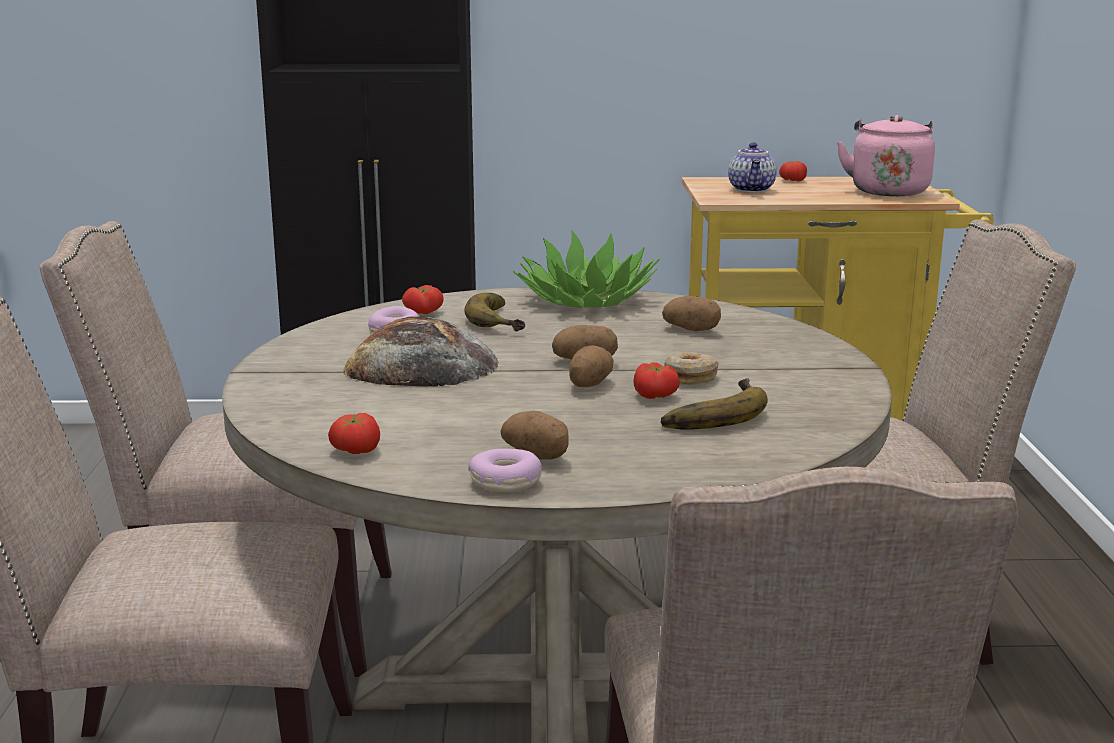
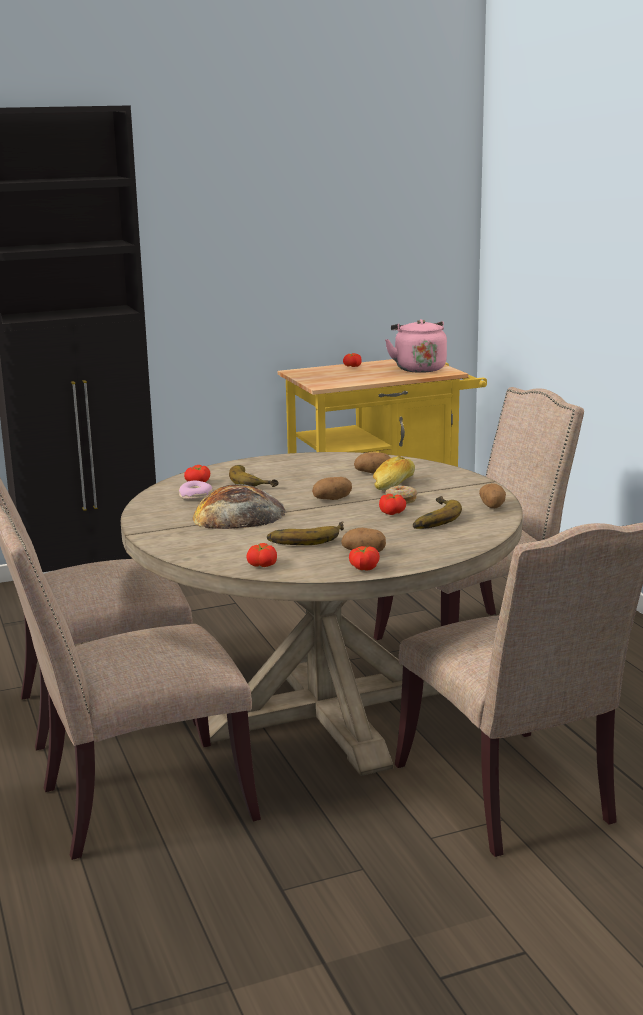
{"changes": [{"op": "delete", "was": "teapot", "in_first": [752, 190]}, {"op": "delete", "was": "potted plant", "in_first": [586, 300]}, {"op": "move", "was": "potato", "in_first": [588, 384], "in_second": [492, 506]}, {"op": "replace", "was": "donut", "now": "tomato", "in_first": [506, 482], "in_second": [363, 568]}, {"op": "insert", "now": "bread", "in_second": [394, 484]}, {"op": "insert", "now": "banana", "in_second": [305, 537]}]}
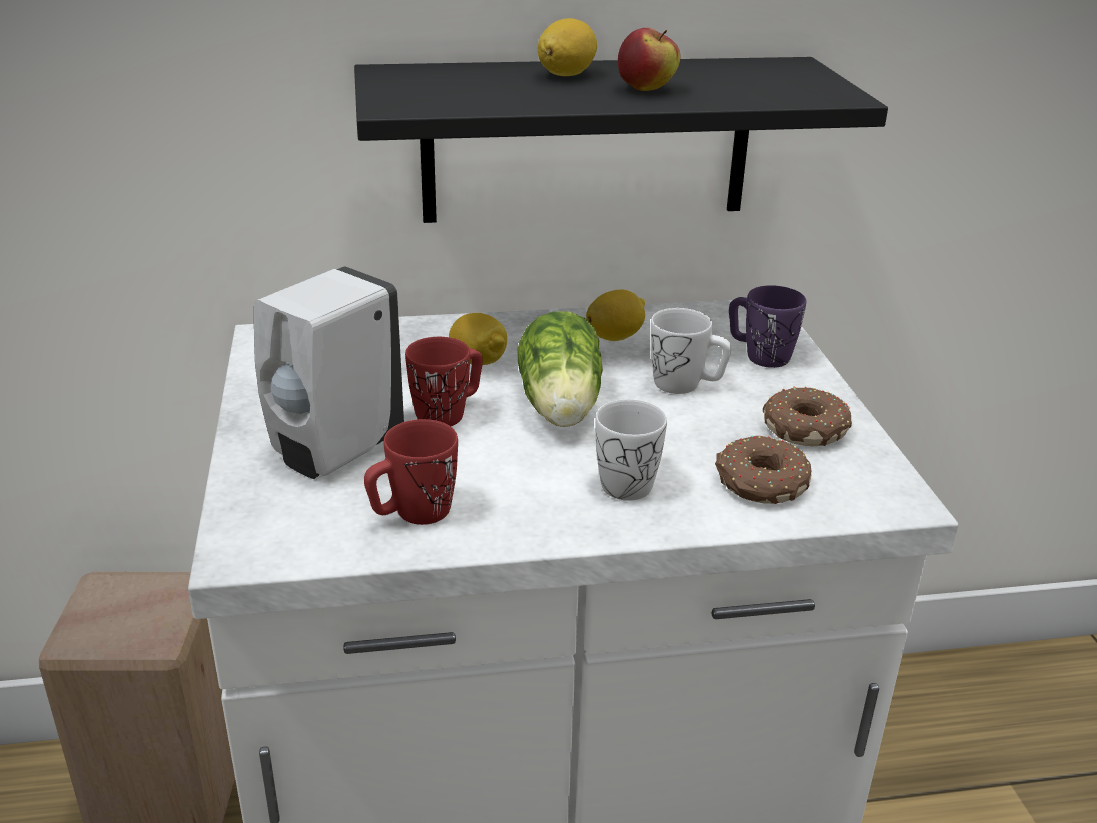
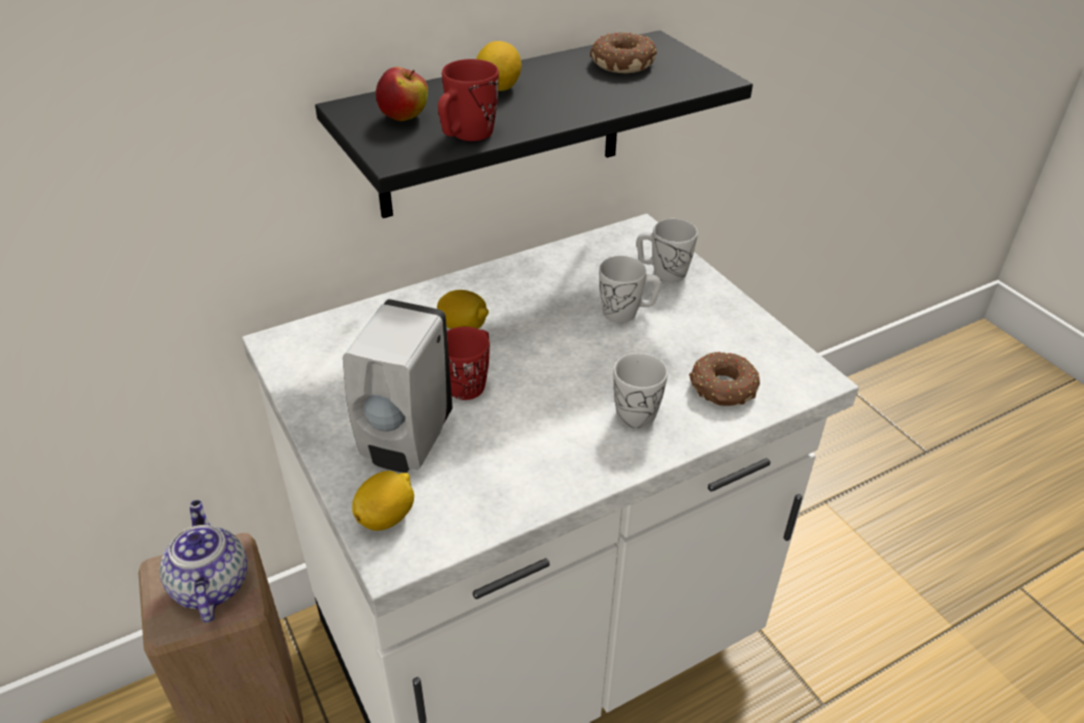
{"changes": [{"op": "move", "was": "apple", "in_first": [646, 89], "in_second": [404, 117]}, {"op": "recolor", "was": "purple mug", "now": "white mug", "in_first": [759, 355], "in_second": [662, 272]}, {"op": "move", "was": "lemon", "in_first": [615, 337], "in_second": [386, 517]}, {"op": "delete", "was": "lettuce", "in_first": [560, 408]}, {"op": "move", "was": "donut", "in_first": [805, 428], "in_second": [622, 63]}, {"op": "move", "was": "red mug", "in_first": [412, 514], "in_second": [466, 136]}, {"op": "insert", "now": "teapot", "in_second": [210, 584]}]}
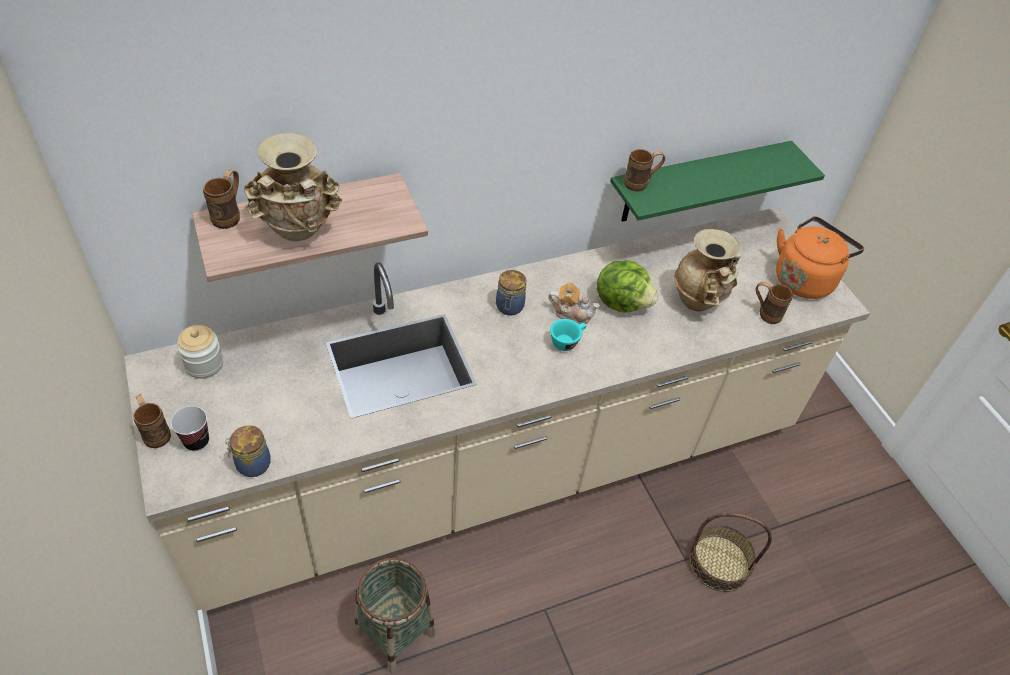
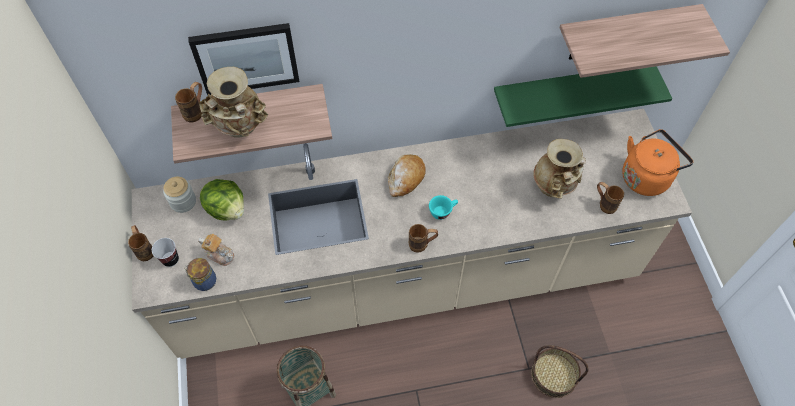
{"changes": [{"op": "move", "was": "brown mug", "in_first": [641, 184], "in_second": [422, 244]}, {"op": "move", "was": "lettuce", "in_first": [622, 302], "in_second": [227, 209]}, {"op": "replace", "was": "jar", "now": "bread", "in_first": [509, 307], "in_second": [406, 178]}, {"op": "move", "was": "teapot", "in_first": [572, 313], "in_second": [219, 254]}, {"op": "insert", "now": "shelf", "in_second": [624, 32]}, {"op": "insert", "now": "picture", "in_second": [246, 58]}]}
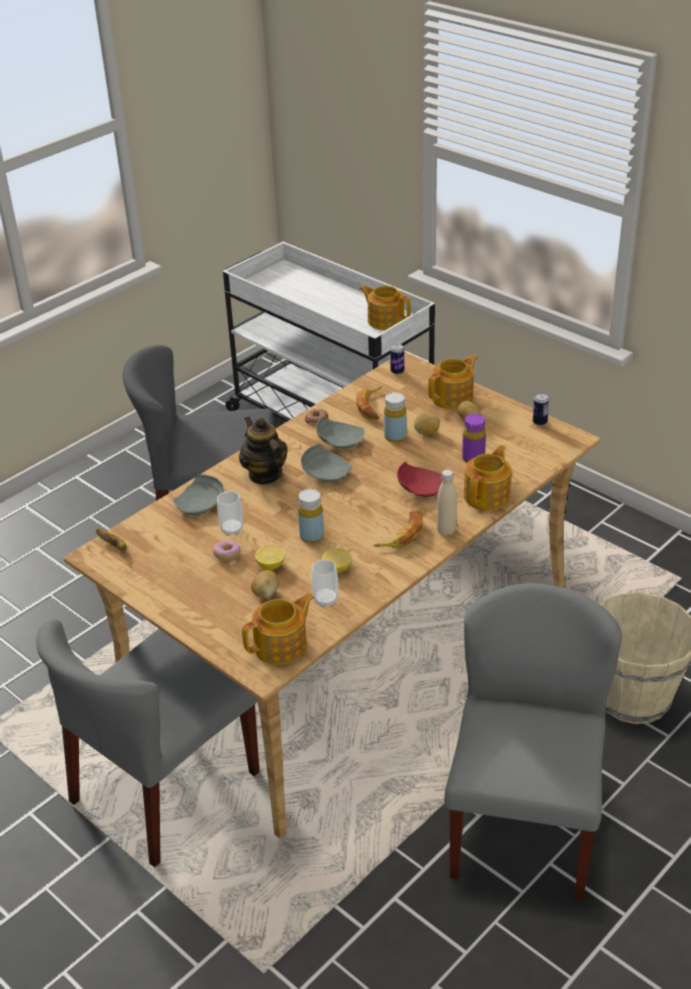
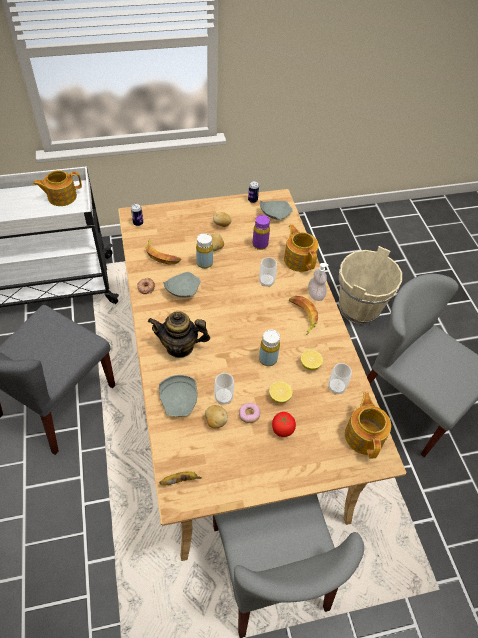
{"changes": [{"op": "delete", "was": "teapot", "in_first": [453, 397]}, {"op": "move", "was": "grey plate", "in_first": [326, 472], "in_second": [274, 214]}, {"op": "replace", "was": "red plate", "now": "cup", "in_first": [421, 488], "in_second": [266, 282]}, {"op": "replace", "was": "beige bottle", "now": "soap dispenser", "in_first": [446, 530], "in_second": [315, 295]}, {"op": "move", "was": "potato", "in_first": [266, 593], "in_second": [215, 421]}, {"op": "insert", "now": "tomato", "in_second": [282, 429]}]}
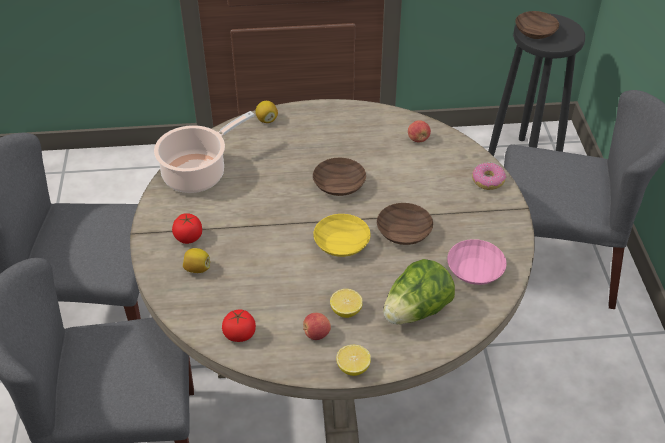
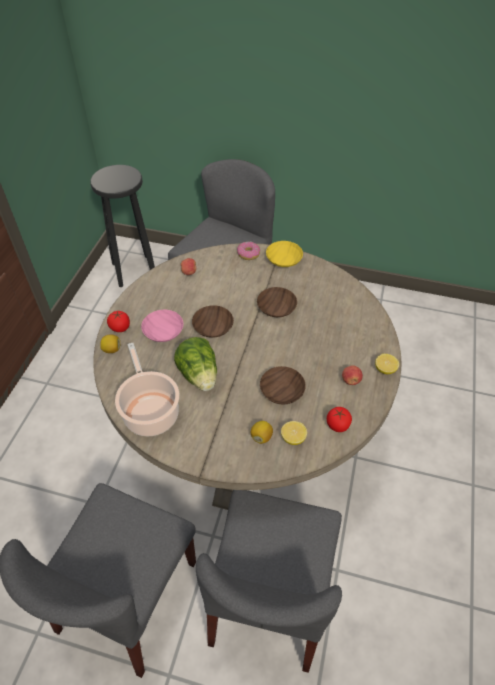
{"changes": [{"op": "move", "was": "brown bowl", "in_first": [536, 32], "in_second": [282, 390]}, {"op": "move", "was": "tomato", "in_first": [188, 237], "in_second": [120, 327]}, {"op": "move", "was": "yellow bowl", "in_first": [343, 244], "in_second": [284, 259]}, {"op": "move", "was": "pink bowl", "in_first": [475, 272], "in_second": [164, 332]}, {"op": "move", "was": "lettuce", "in_first": [416, 311], "in_second": [199, 375]}, {"op": "move", "was": "lemon", "in_first": [346, 311], "in_second": [293, 438]}]}
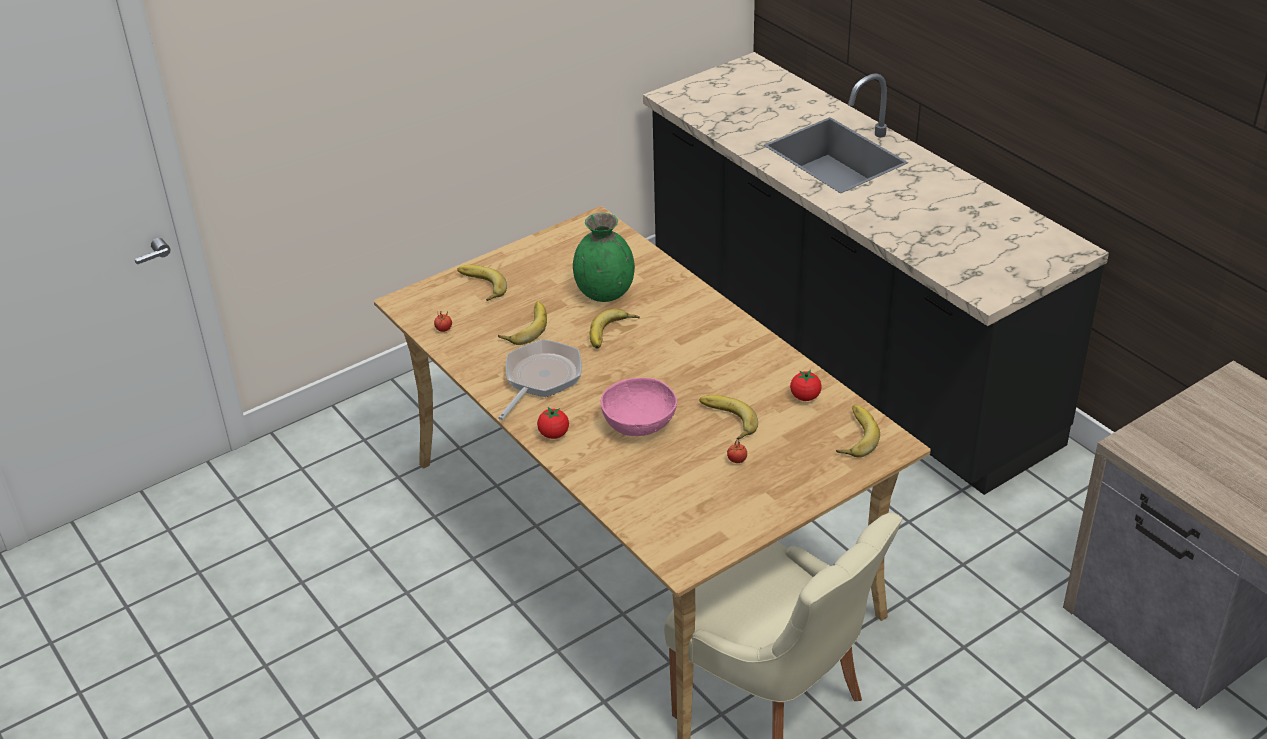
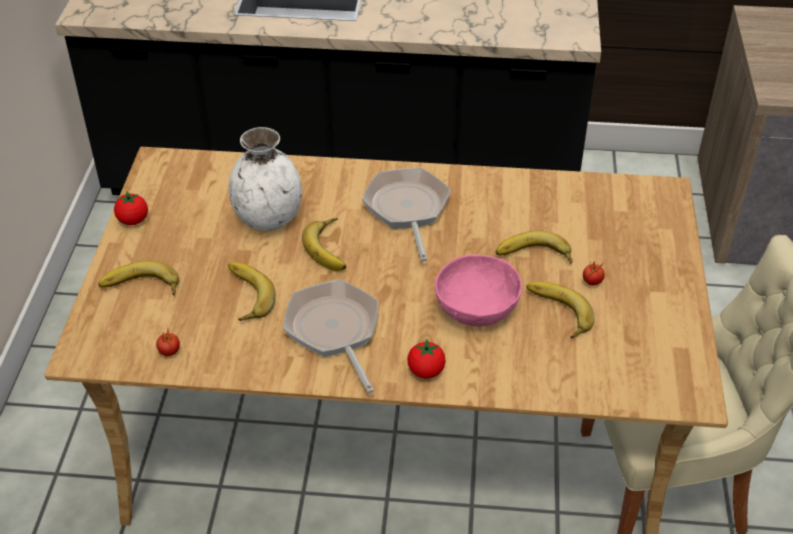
{"changes": [{"op": "recolor", "was": "green vase", "now": "white vase", "in_first": [605, 293], "in_second": [268, 218]}, {"op": "move", "was": "tomato", "in_first": [805, 397], "in_second": [133, 220]}, {"op": "move", "was": "banana", "in_first": [853, 435], "in_second": [556, 313]}, {"op": "insert", "now": "frying pan", "in_second": [407, 210]}]}
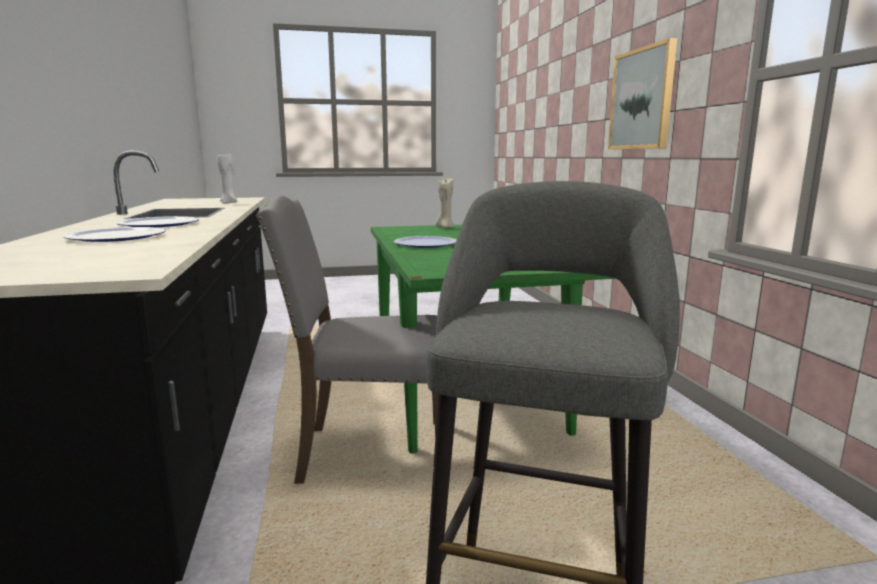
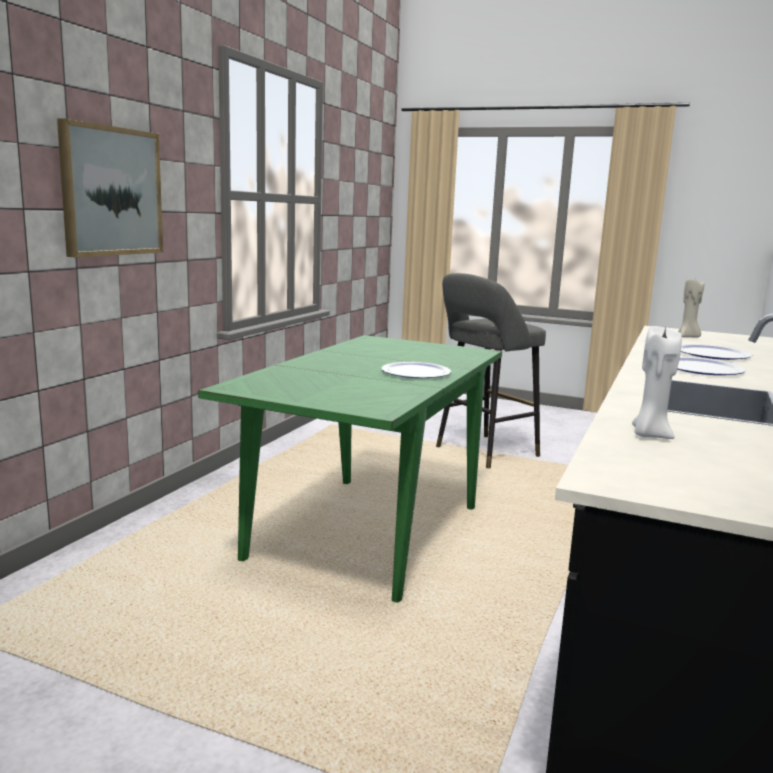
{"changes": [{"op": "move", "was": "beige candle", "in_first": [444, 227], "in_second": [688, 337]}, {"op": "delete", "was": "grey chair", "in_first": [369, 453]}]}
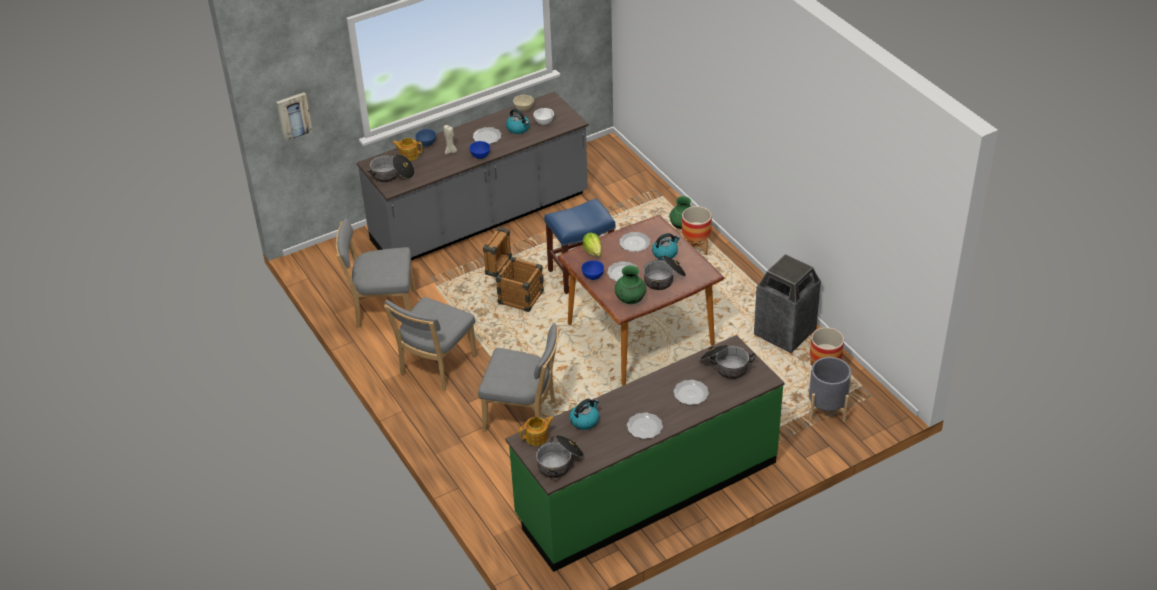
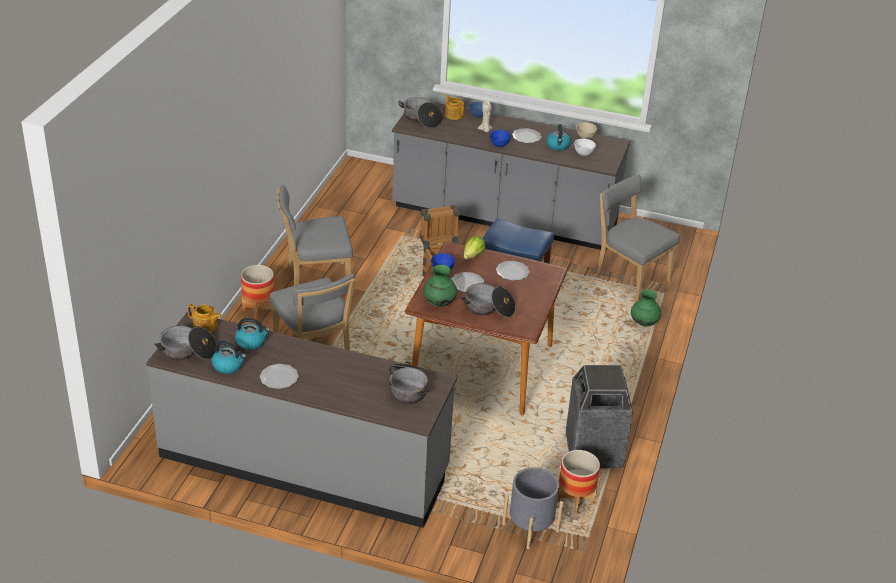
{"changes": [{"op": "delete", "was": "picture", "in_first": [293, 115]}, {"op": "move", "was": "planter", "in_first": [696, 248], "in_second": [259, 312]}, {"op": "move", "was": "grey chair", "in_first": [382, 309], "in_second": [629, 277]}, {"op": "move", "was": "kettle", "in_first": [665, 253], "in_second": [229, 366]}, {"op": "recolor", "was": "green counter", "now": "grey counter", "in_first": [646, 490], "in_second": [304, 463]}, {"op": "delete", "was": "plate", "in_first": [691, 394]}]}
